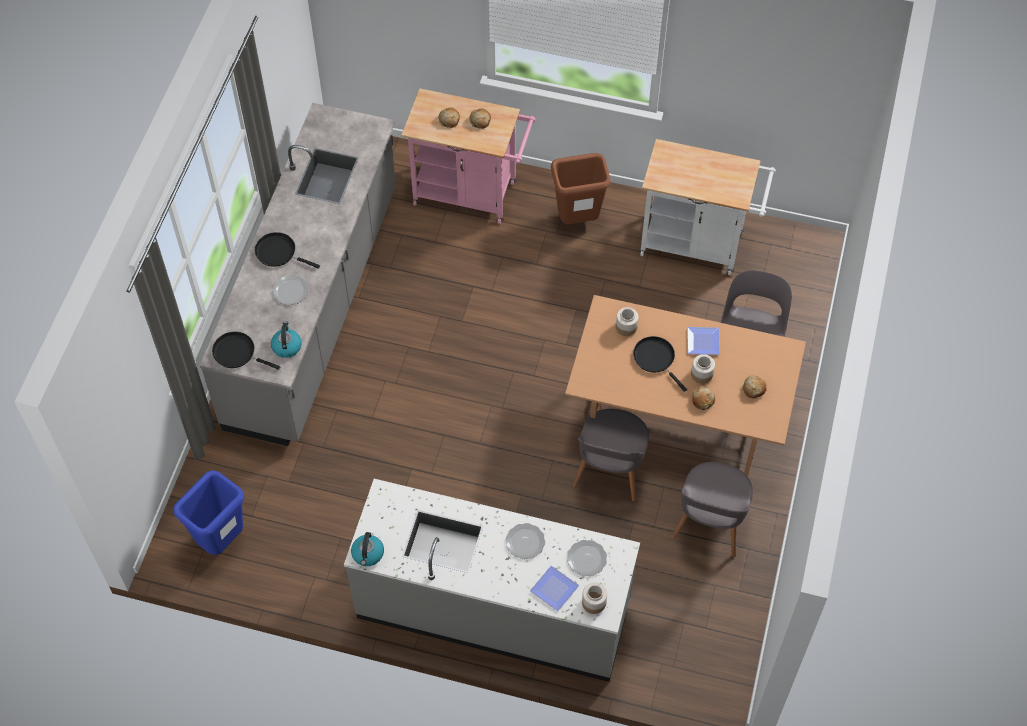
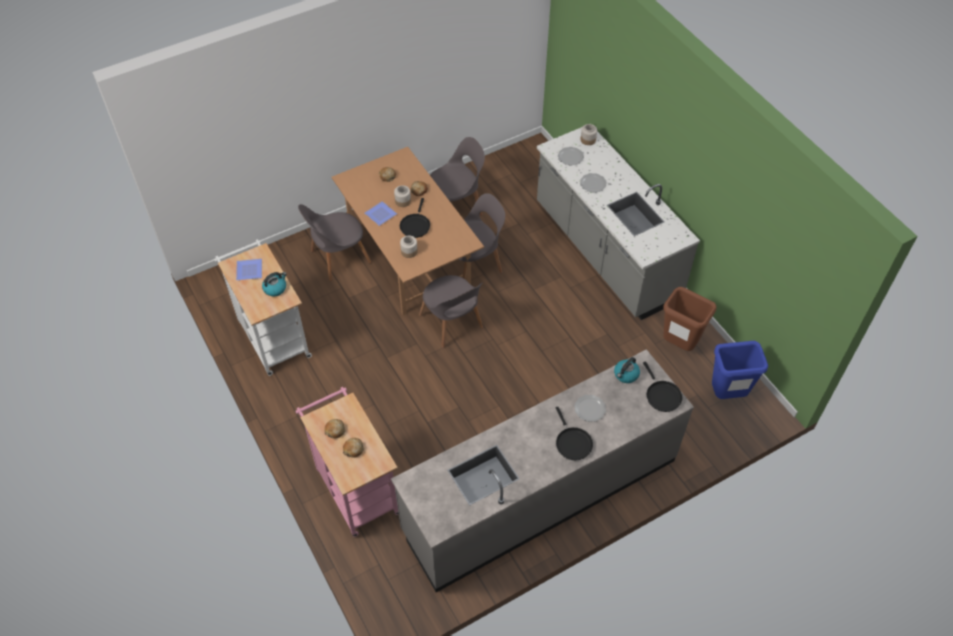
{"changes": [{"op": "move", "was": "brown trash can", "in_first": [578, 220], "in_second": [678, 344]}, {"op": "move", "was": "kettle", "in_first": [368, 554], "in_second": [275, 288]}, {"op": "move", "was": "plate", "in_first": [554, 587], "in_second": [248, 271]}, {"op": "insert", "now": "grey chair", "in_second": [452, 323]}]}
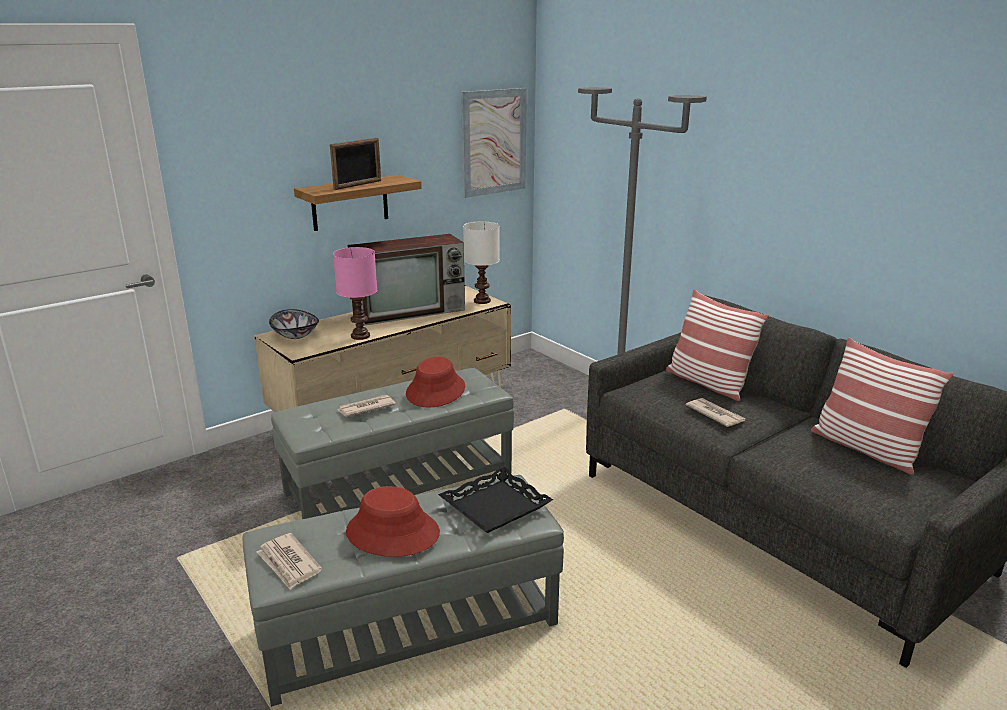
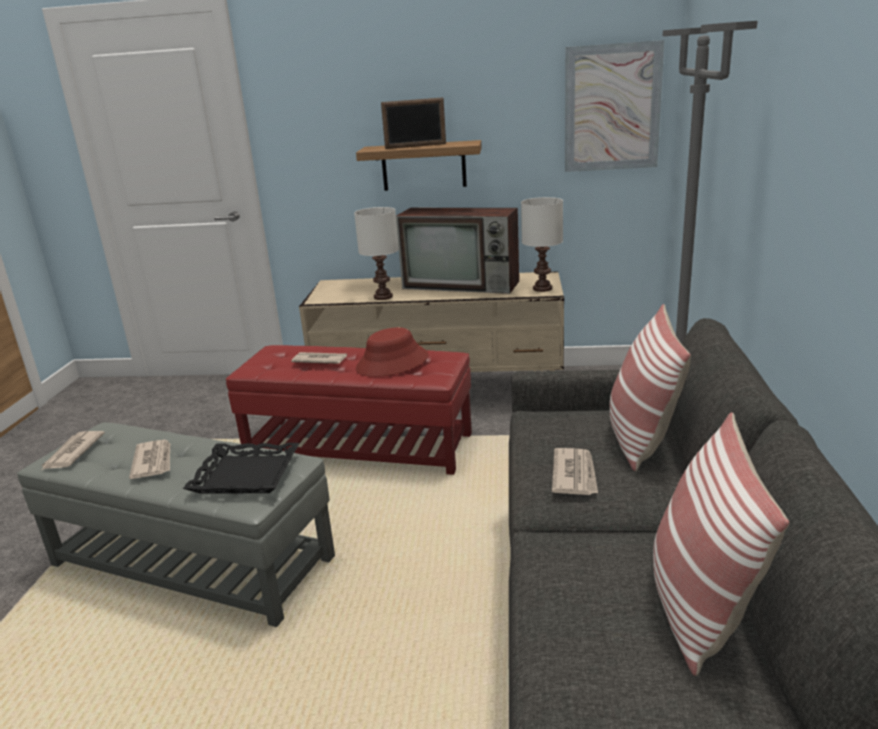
{"changes": [{"op": "recolor", "was": "pink table lamp", "now": "white table lamp", "in_first": [359, 336], "in_second": [382, 297]}, {"op": "delete", "was": "bowl", "in_first": [295, 335]}, {"op": "recolor", "was": "grey ottoman", "now": "red ottoman", "in_first": [399, 482], "in_second": [359, 445]}, {"op": "replace", "was": "red hat", "now": "newspaper", "in_first": [392, 533], "in_second": [153, 461]}]}
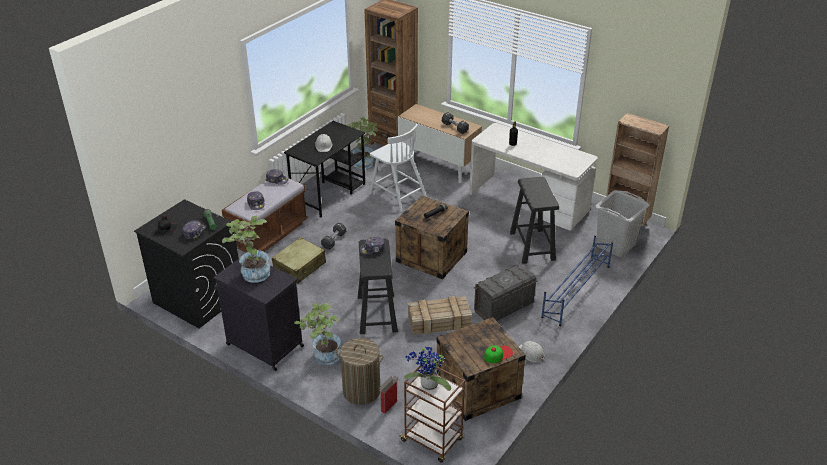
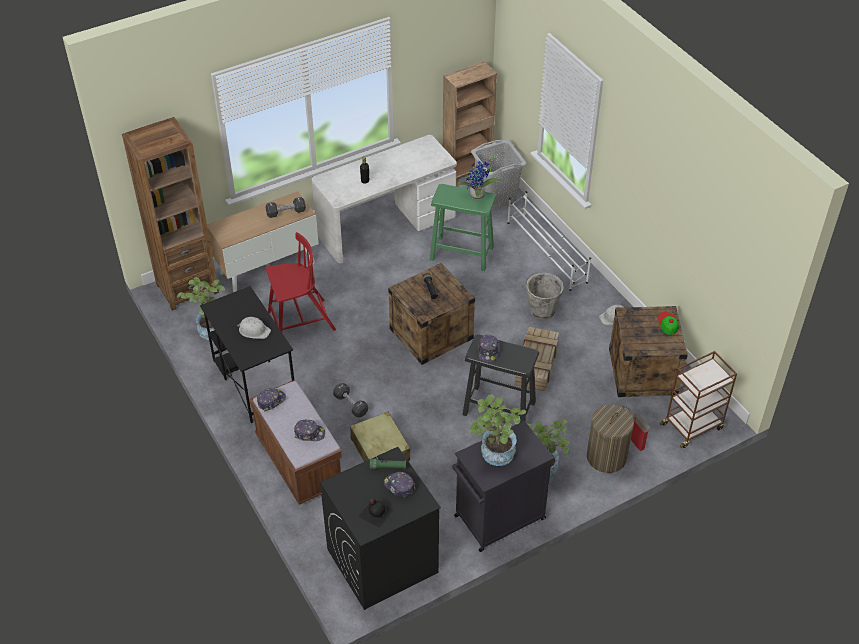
{"changes": [{"op": "recolor", "was": "white chair", "now": "red chair", "in_first": [397, 195], "in_second": [300, 322]}, {"op": "recolor", "was": "black stool", "now": "green stool", "in_first": [532, 246], "in_second": [461, 253]}, {"op": "recolor", "was": "blue shoe rack", "now": "white shoe rack", "in_first": [575, 291], "in_second": [546, 252]}, {"op": "replace", "was": "grey storage box", "now": "grey bucket", "in_first": [503, 307], "in_second": [541, 310]}, {"op": "move", "was": "potted plant", "in_first": [427, 386], "in_second": [478, 196]}]}
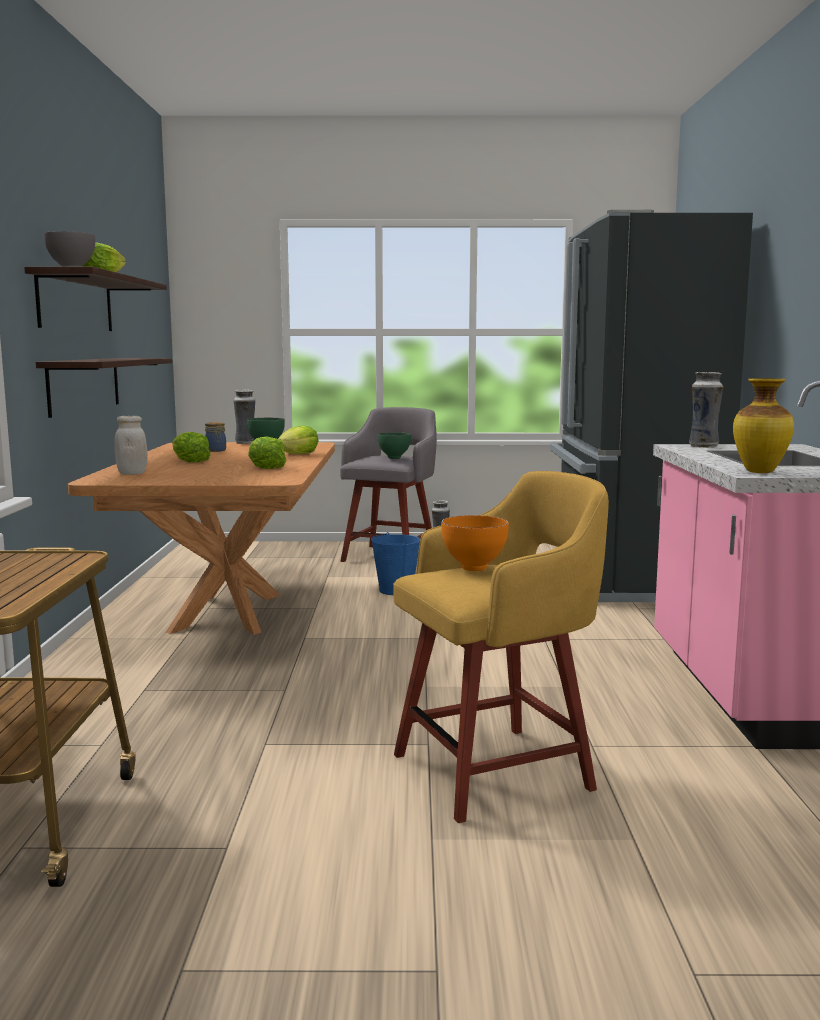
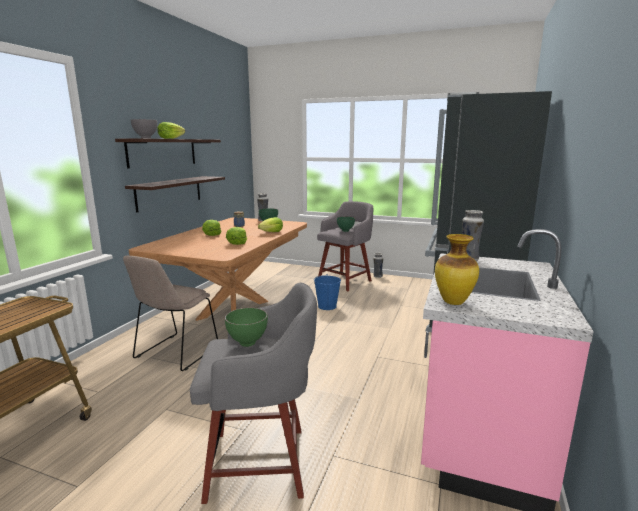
{"changes": [{"op": "delete", "was": "white jar", "in_first": [132, 473]}, {"op": "recolor", "was": "yellow stool", "now": "grey stool", "in_first": [498, 771], "in_second": [261, 463]}, {"op": "recolor", "was": "orange bowl", "now": "green bowl", "in_first": [475, 569], "in_second": [247, 344]}, {"op": "insert", "now": "beige chair", "in_second": [175, 353]}]}
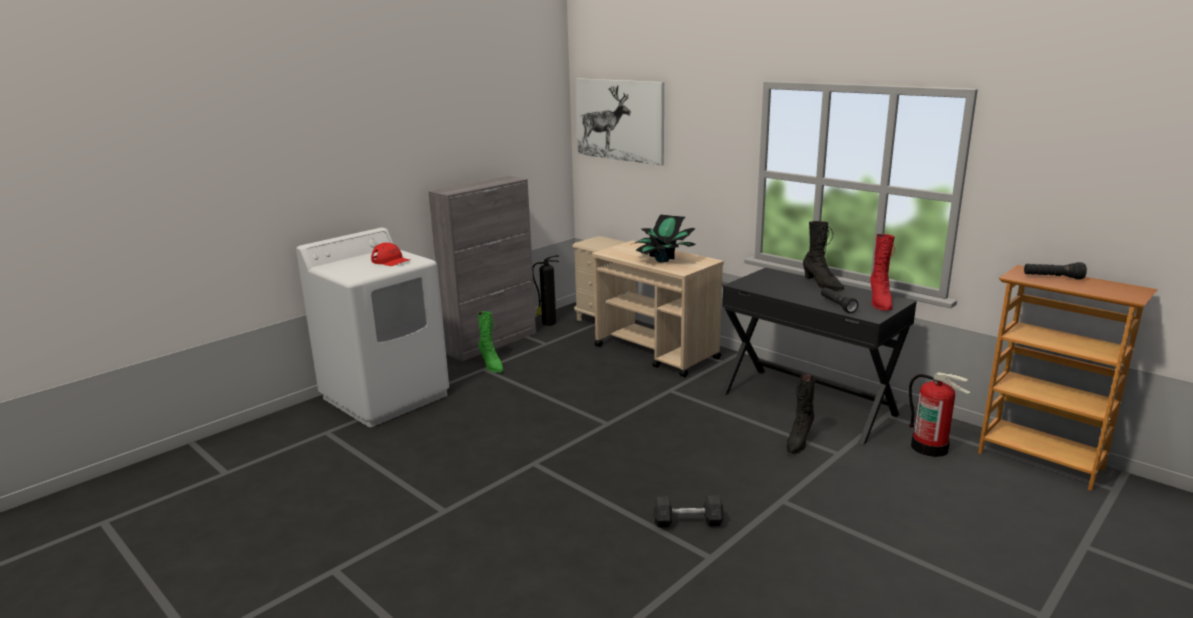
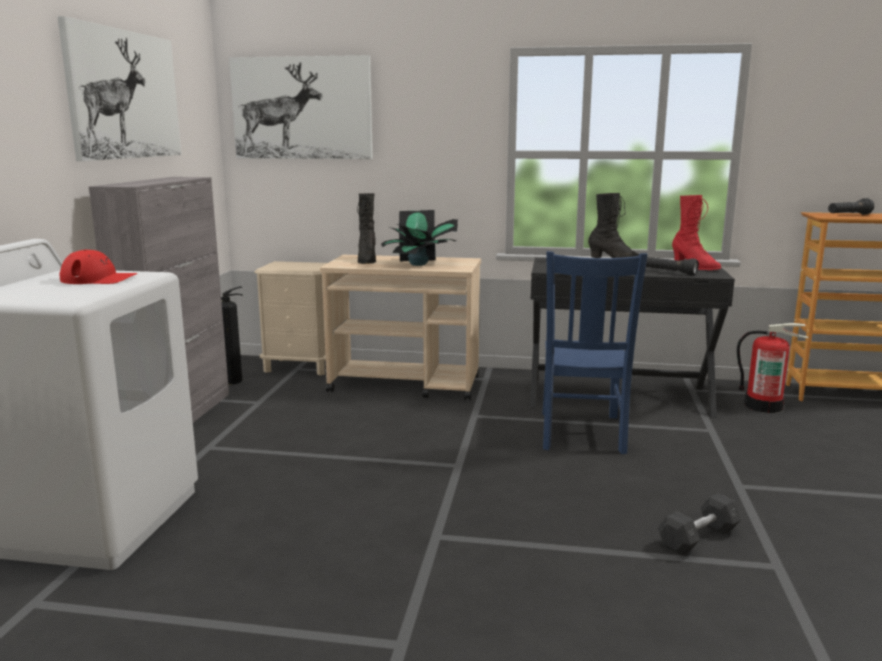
{"changes": [{"op": "delete", "was": "green boot", "in_first": [491, 365]}, {"op": "move", "was": "black boot", "in_first": [798, 442], "in_second": [367, 260]}, {"op": "insert", "now": "picture", "in_second": [125, 95]}, {"op": "insert", "now": "blue chair", "in_second": [581, 434]}]}
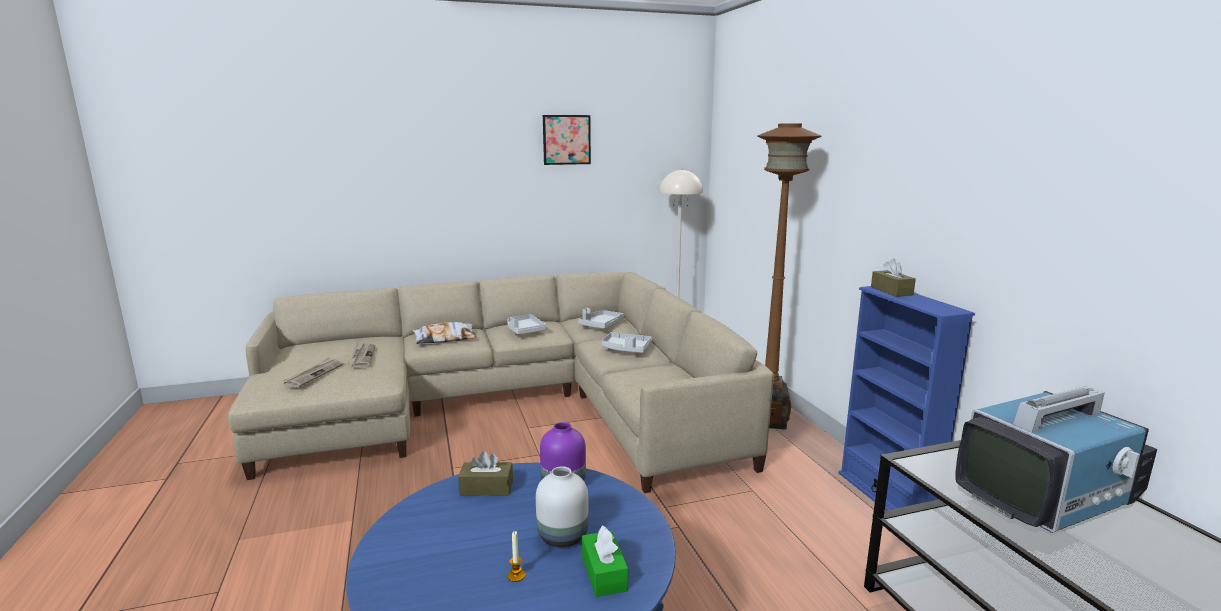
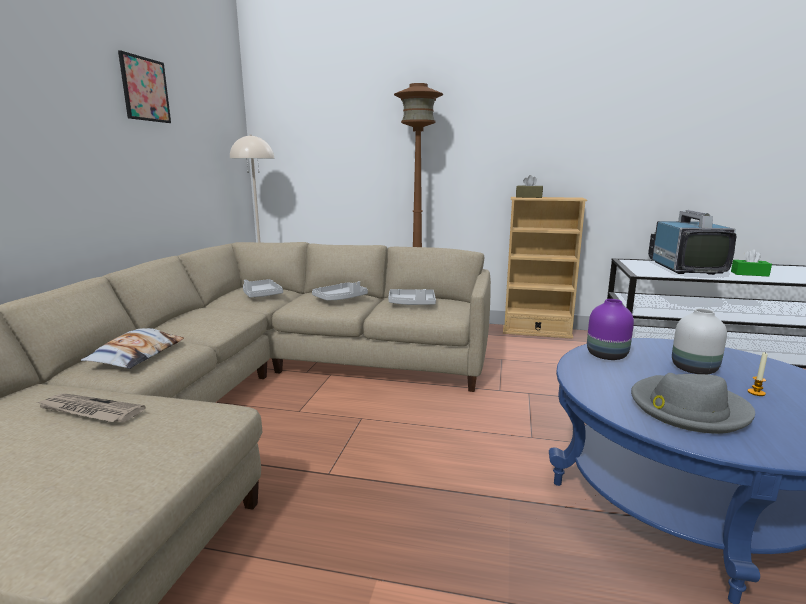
{"changes": [{"op": "recolor", "was": "blue bookcase", "now": "beige bookcase", "in_first": [886, 497], "in_second": [536, 332]}, {"op": "move", "was": "grey tray", "in_first": [524, 330], "in_second": [412, 304]}, {"op": "delete", "was": "newspaper", "in_first": [314, 374]}, {"op": "delete", "was": "brown tissue box", "in_first": [486, 488]}, {"op": "move", "was": "green tissue box", "in_first": [604, 573], "in_second": [749, 274]}, {"op": "insert", "now": "grey hat", "in_second": [687, 408]}]}
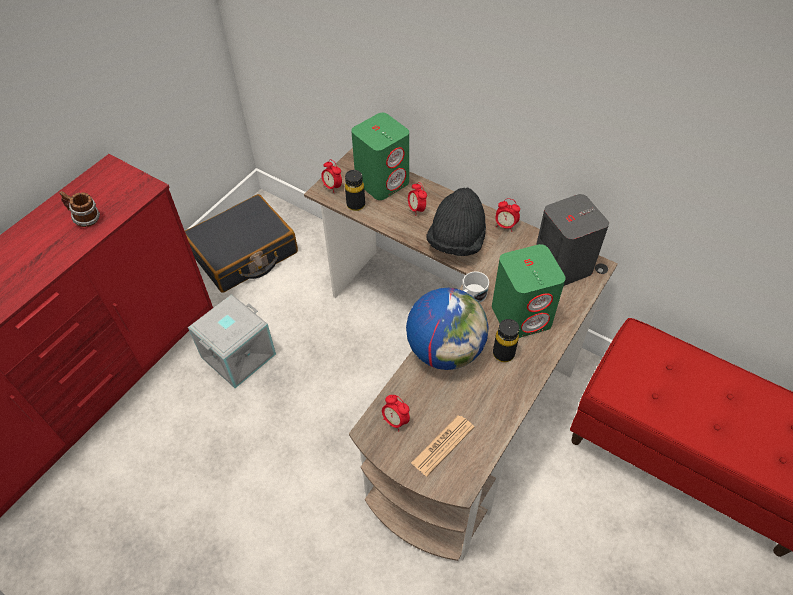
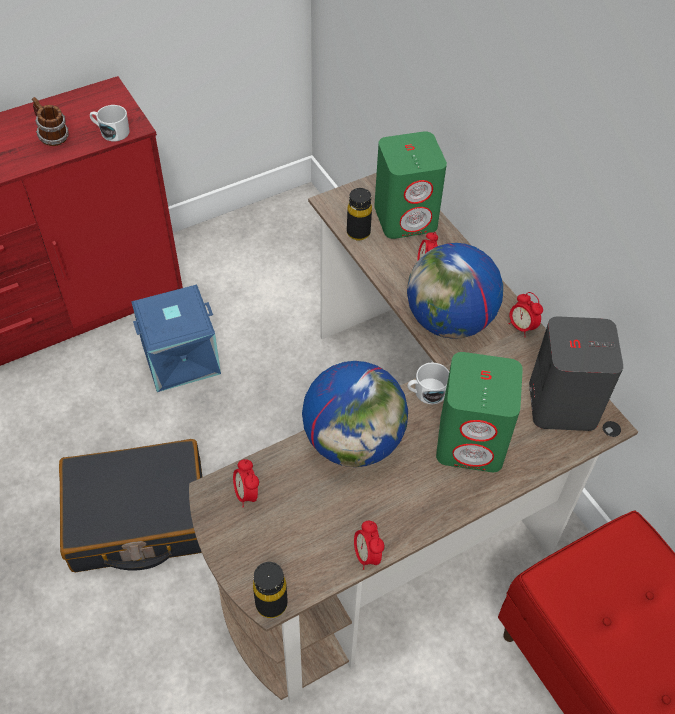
{"changes": [{"op": "move", "was": "alarm clock", "in_first": [332, 187], "in_second": [367, 555]}, {"op": "replace", "was": "black hat", "now": "globe", "in_first": [456, 241], "in_second": [449, 321]}, {"op": "move", "was": "black suitcase", "in_first": [244, 253], "in_second": [138, 517]}, {"op": "recolor", "was": "grey storage box", "now": "blue storage box", "in_first": [238, 354], "in_second": [181, 357]}, {"op": "move", "was": "black bottle", "in_first": [503, 354], "in_second": [271, 603]}, {"op": "delete", "was": "newspaper", "in_first": [443, 445]}, {"op": "insert", "now": "white mug", "in_second": [111, 132]}]}
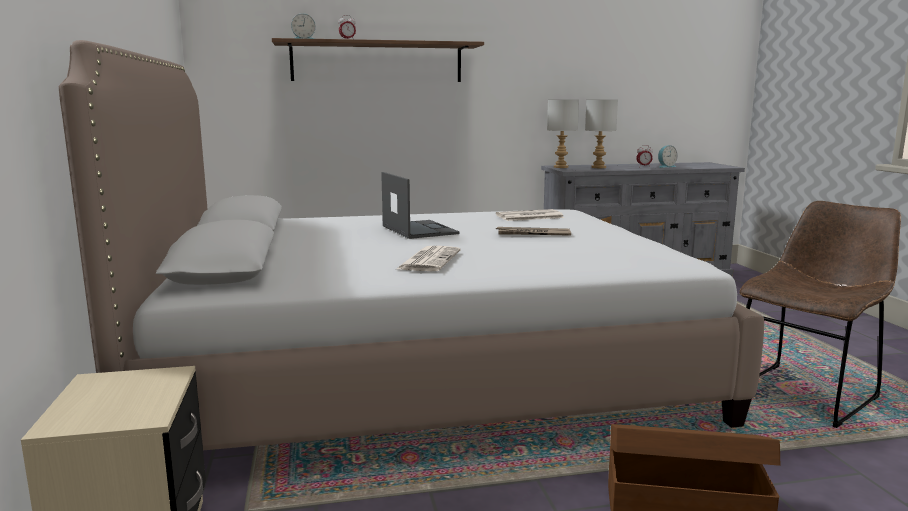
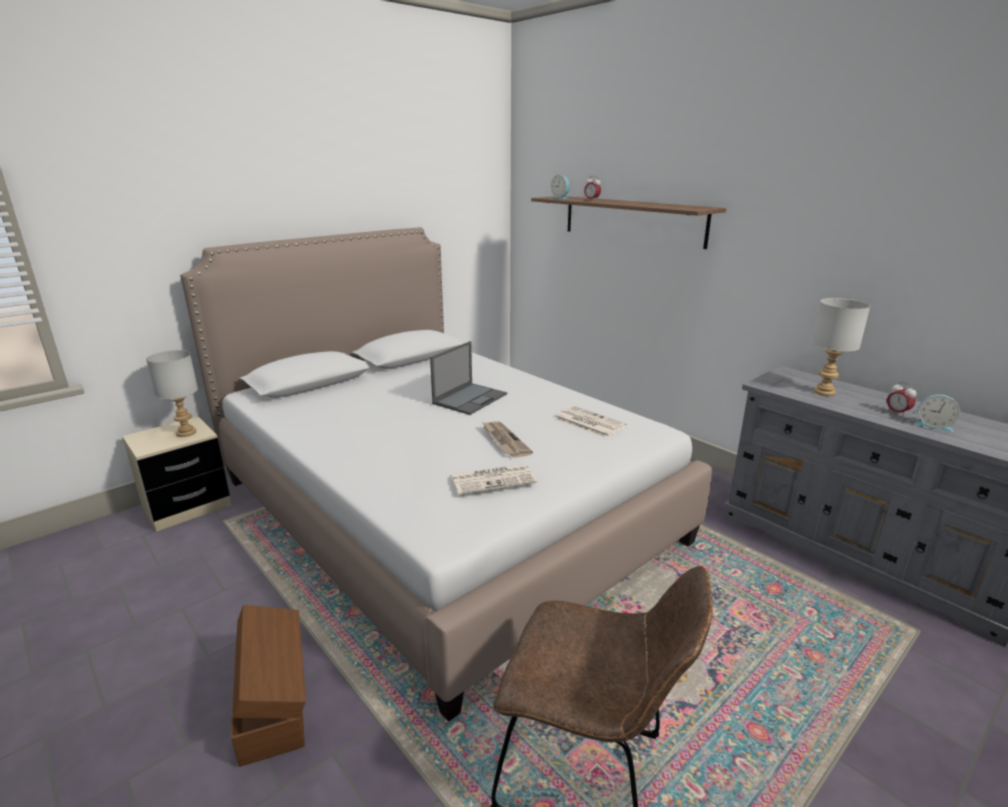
{"changes": [{"op": "move", "was": "grey table lamp", "in_first": [560, 167], "in_second": [185, 433]}, {"op": "move", "was": "newspaper", "in_first": [429, 260], "in_second": [493, 479]}]}
